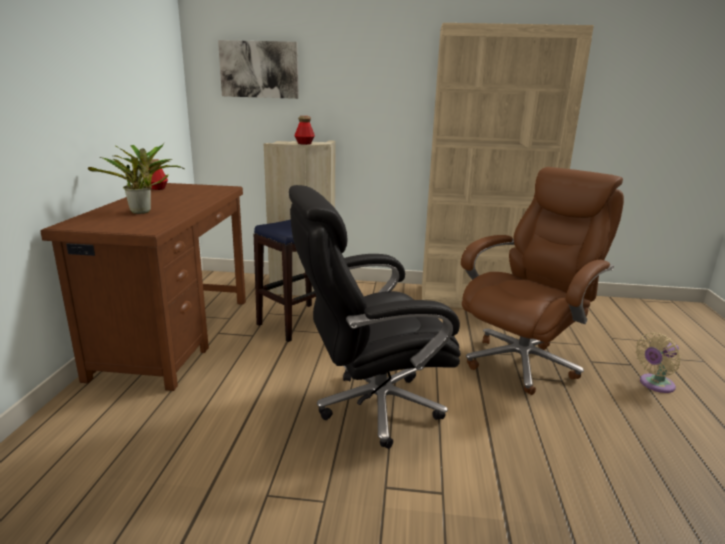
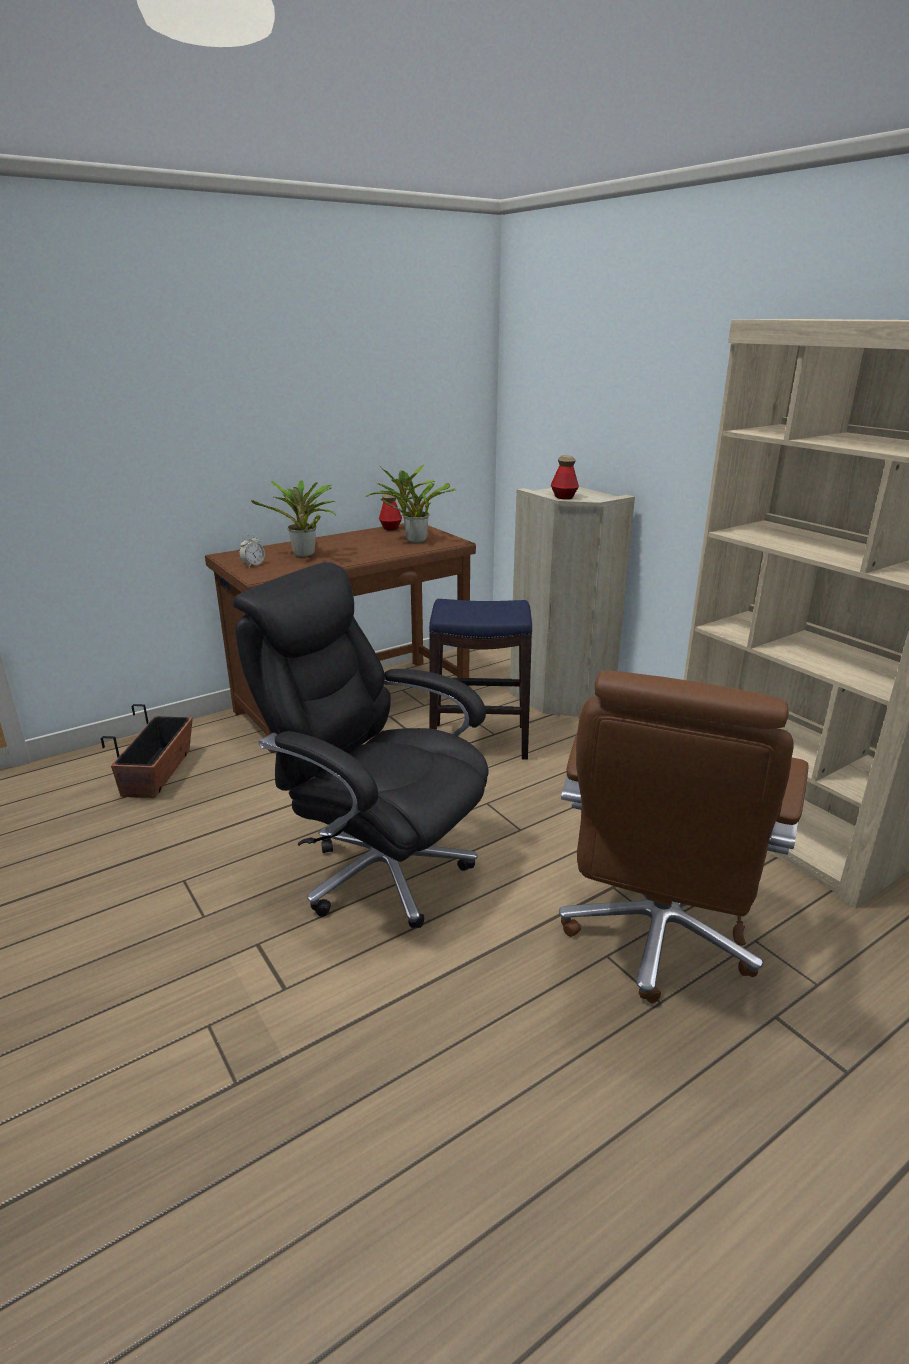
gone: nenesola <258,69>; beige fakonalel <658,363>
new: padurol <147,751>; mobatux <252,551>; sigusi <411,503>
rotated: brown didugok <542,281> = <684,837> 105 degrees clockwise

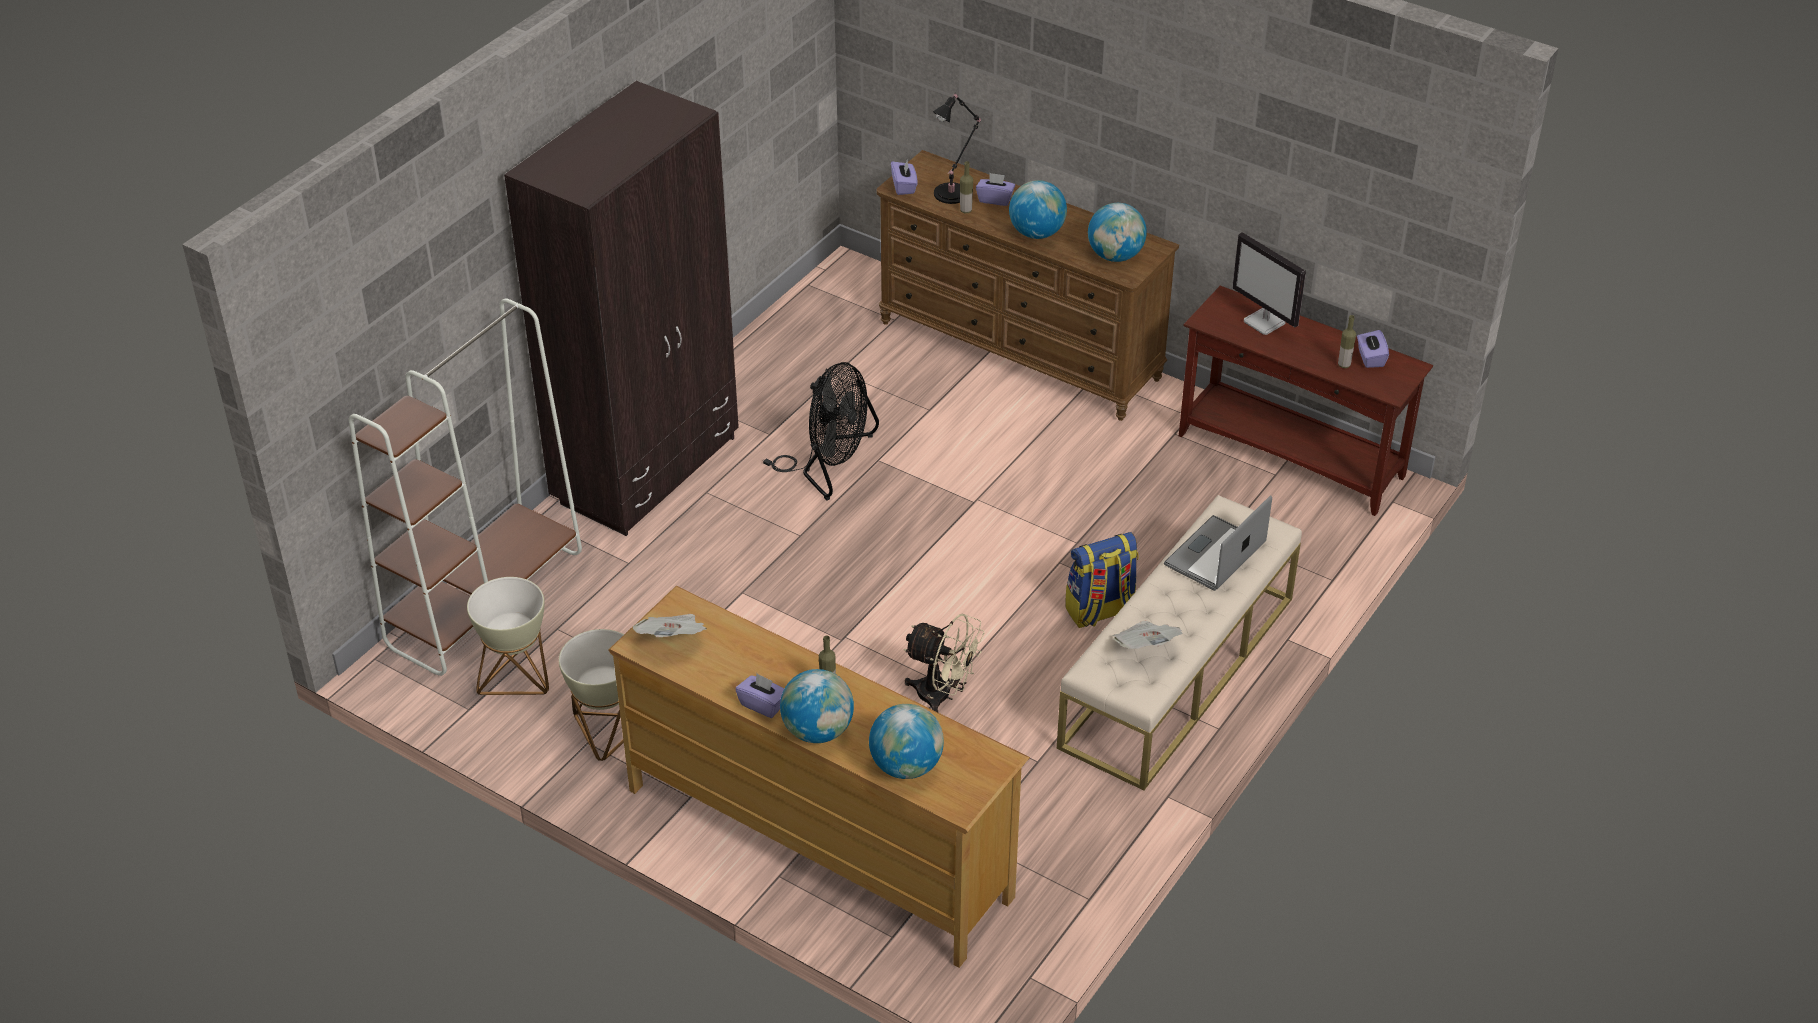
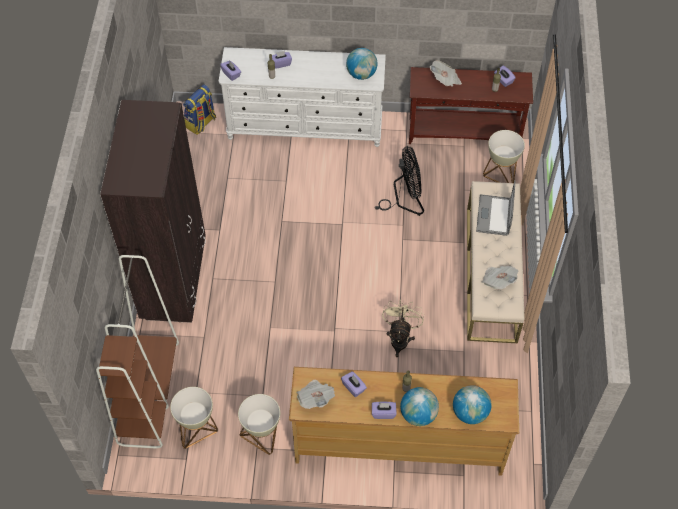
gone: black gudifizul <957,148>; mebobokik <1038,209>
new: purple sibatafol <354,384>; padurol <504,156>
shifted: black fakonalel <821,431> to <399,181>; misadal <1102,580> to <199,110>
swapped: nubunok <1269,283> to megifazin <445,73>
repainted: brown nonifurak <1028,285> to white nonifurak <302,97>
rotated: beige fakonalel <944,663> = <403,328> 75 degrees counterclockwise

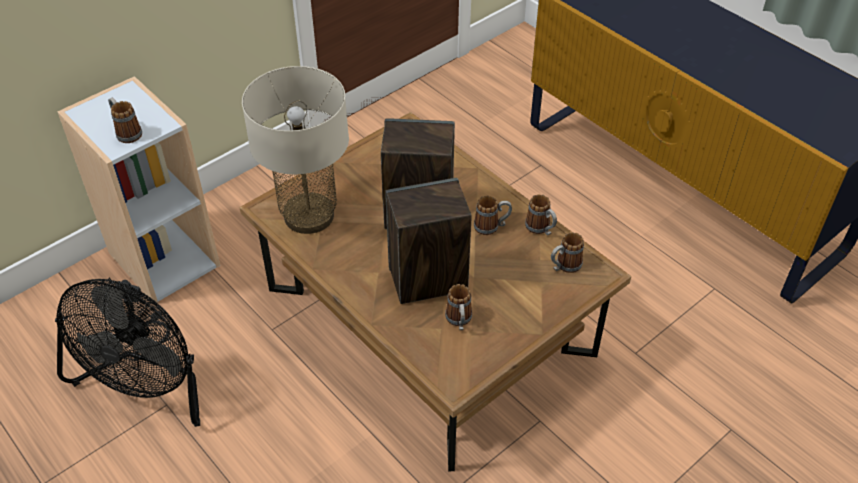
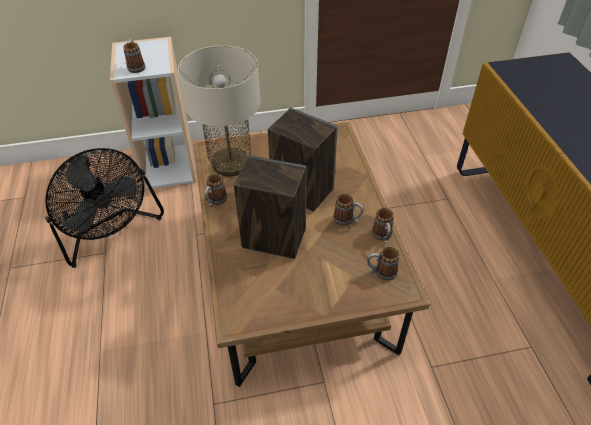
shifted: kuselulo <458,307> to <215,190>
rotated: black fakonalel <127,352> = <104,208> 90 degrees counterclockwise

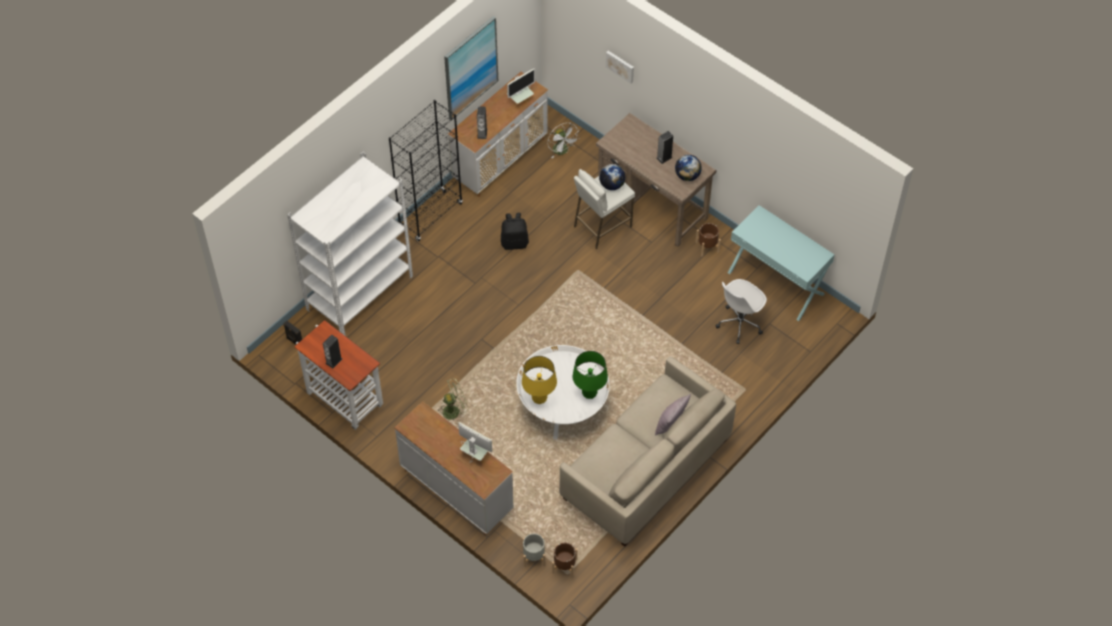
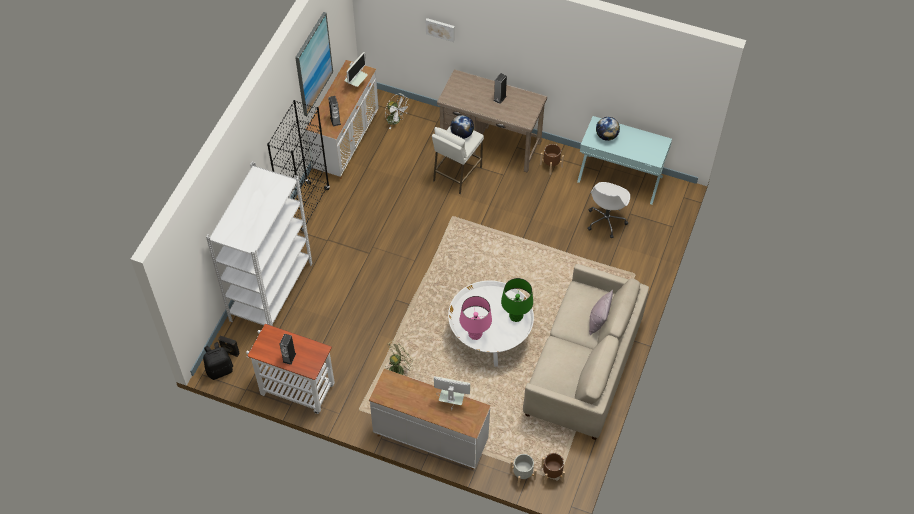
shifted: black misadal <515,231> to <218,361>; mebobokik <688,168> to <608,129>
repainted: yellow gudifizul <539,380> to pink gudifizul <476,318>

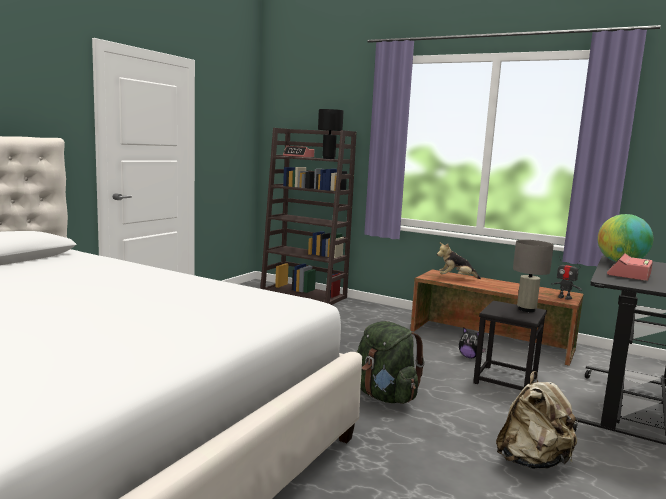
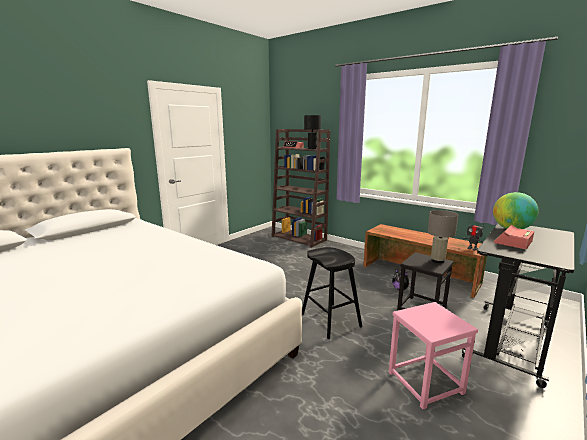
gone: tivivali <459,260>
swapped: green misadal <390,362> to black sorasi <332,293>; beige misadal <537,420> to pink sorasi <433,355>

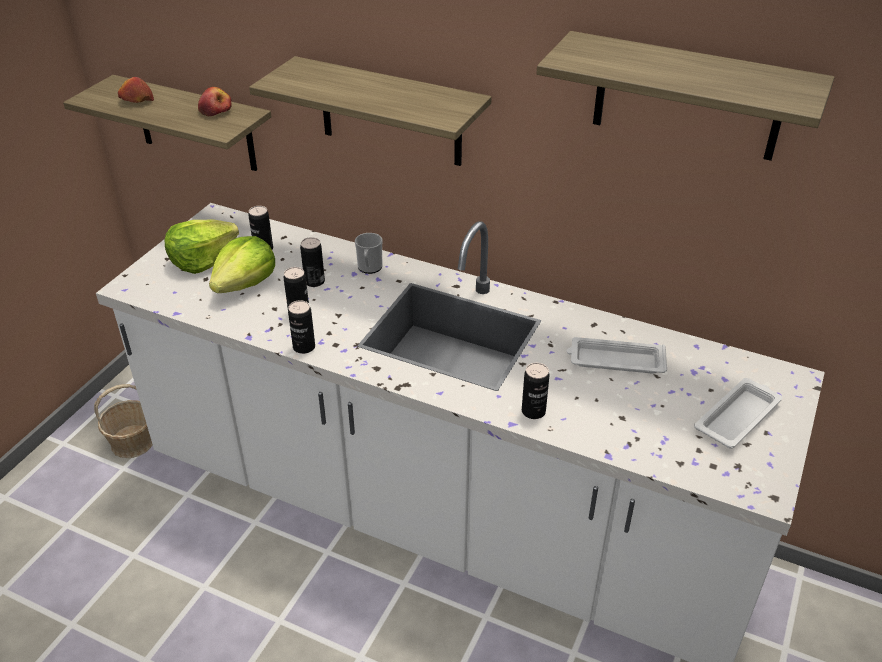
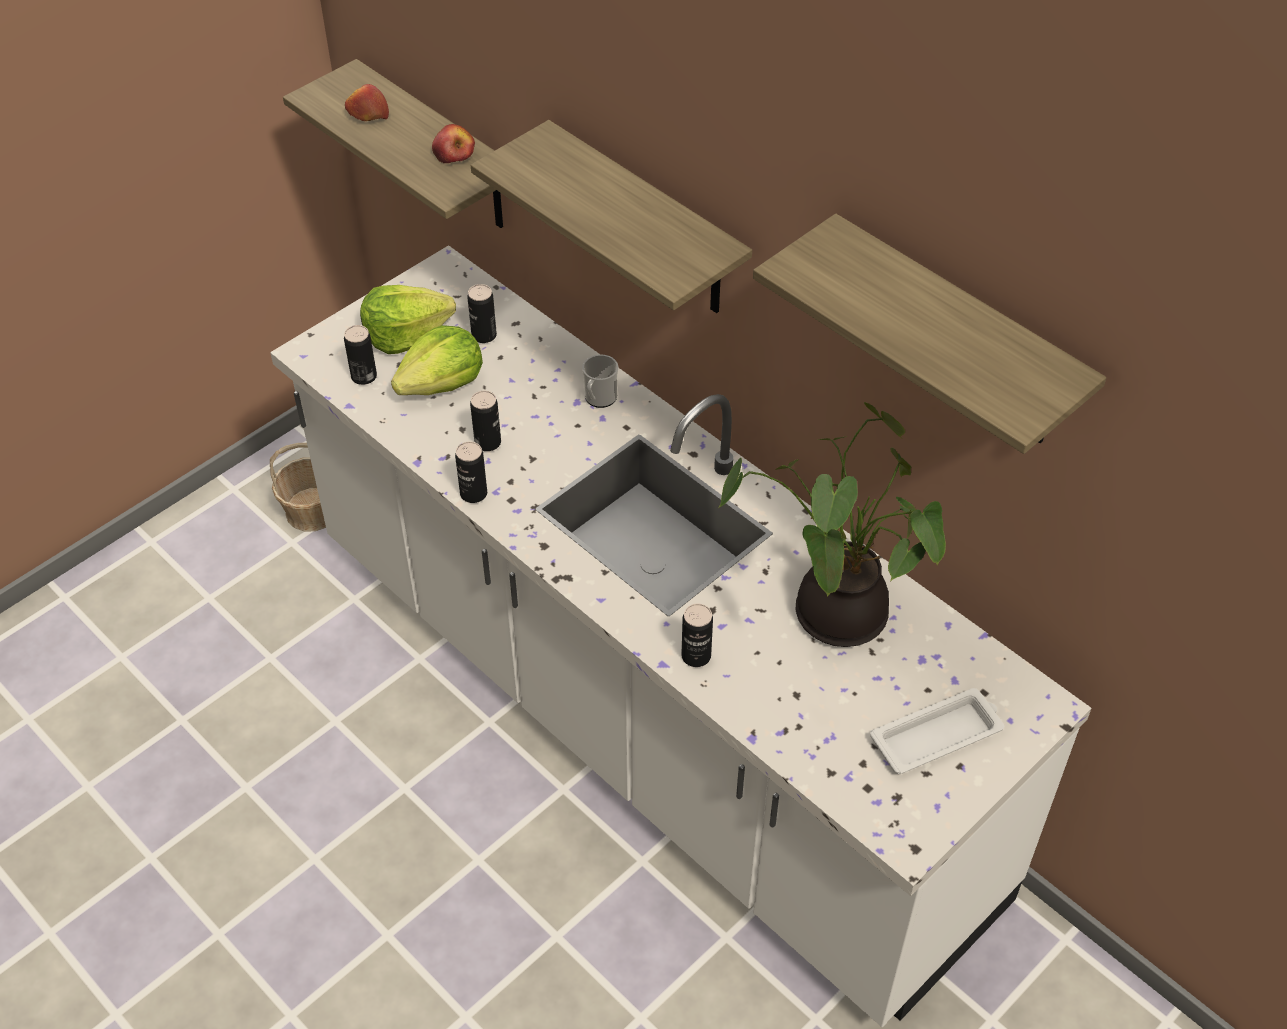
shifted: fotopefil <312,262> to <360,355>
swapped: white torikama <617,355> to sigusi <832,524>

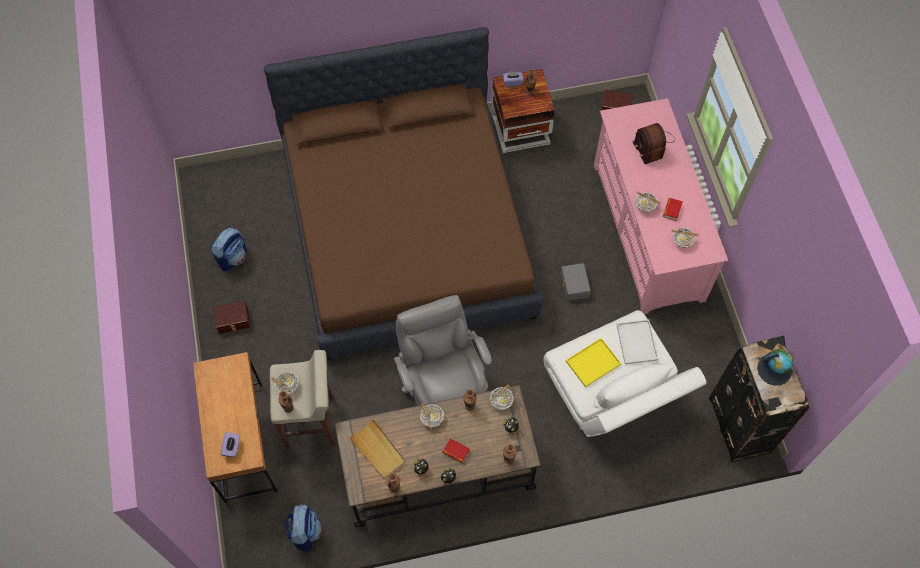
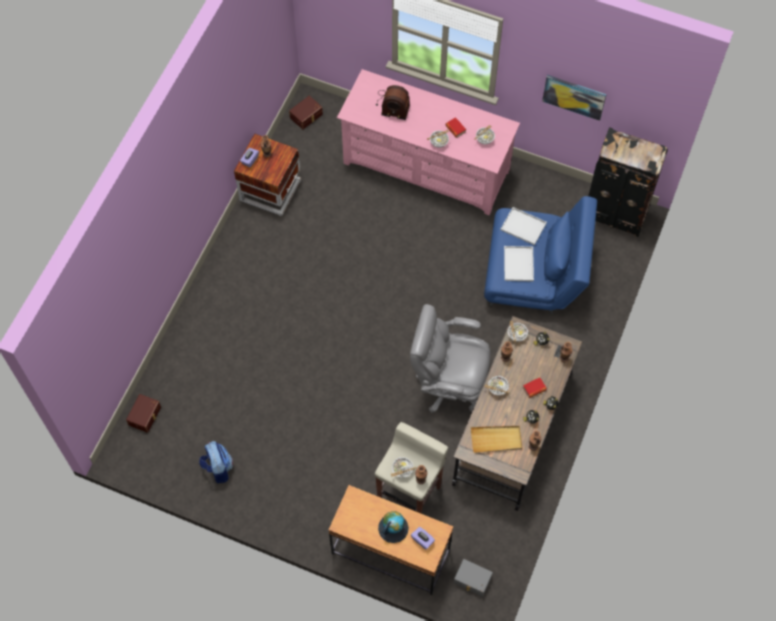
gone: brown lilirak <403,193>; misadal <303,527>
new: nenesola <574,98>
shifted: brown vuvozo <232,317> to <143,413>; grey vuvozo <576,282> to <473,578>; mebobokik <775,367> to <393,527>
repainted: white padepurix <625,373> to blue padepurix <540,255>; yellow torikama <593,362> to white torikama <519,264>

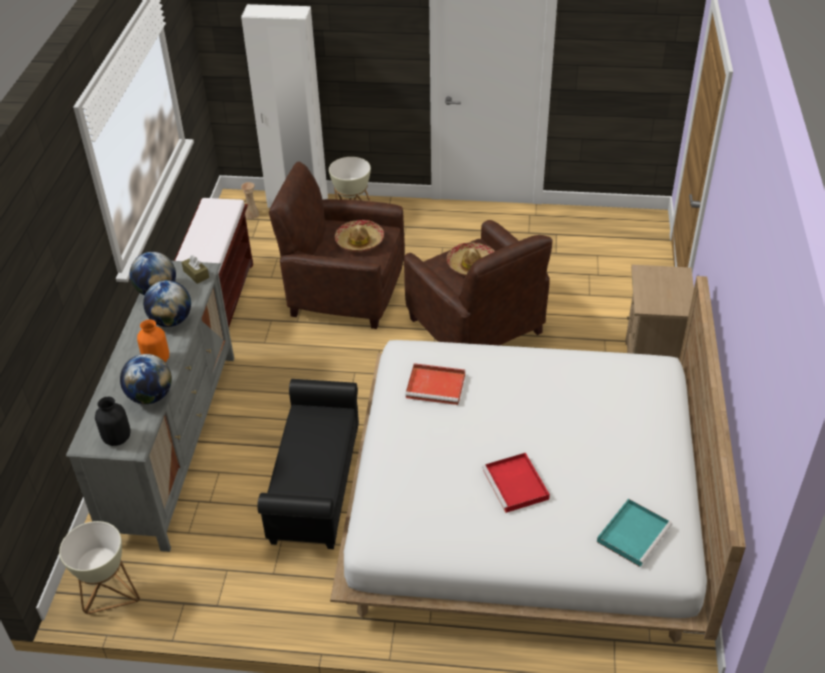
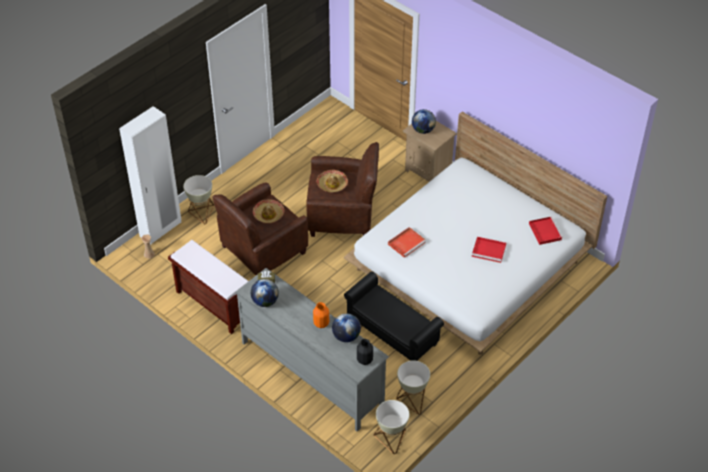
new: padurol <413,387>
shifted: mebobokik <167,303> to <424,121>
repainted: turquoise torikama <634,533> to red torikama <546,231>

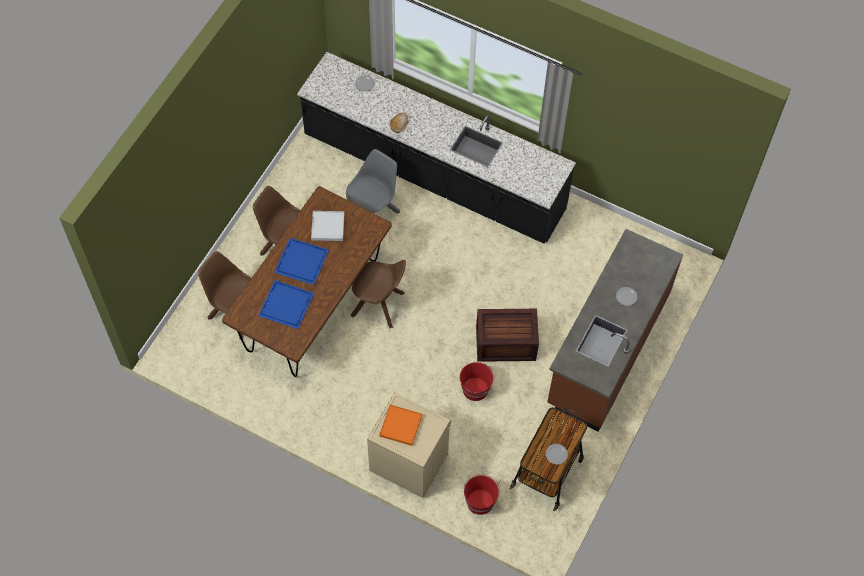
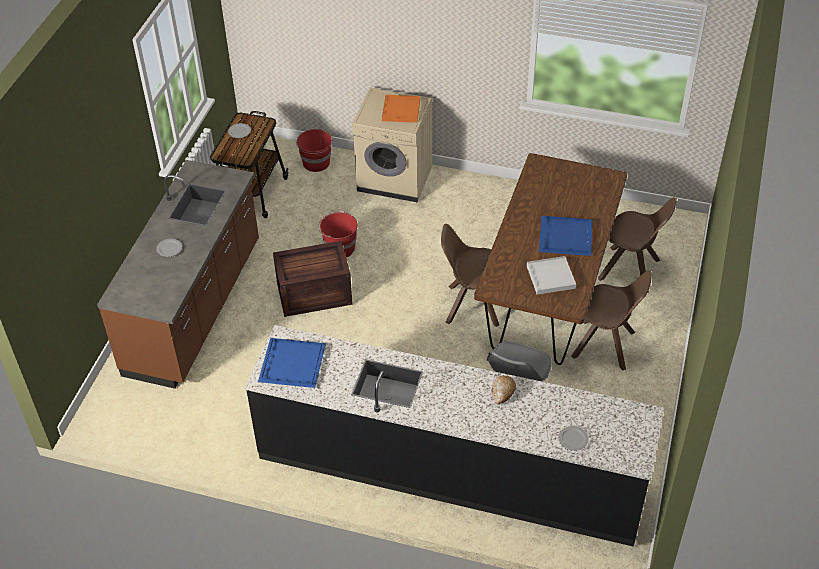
shifted: blue torikama <286,304> to <292,363>

